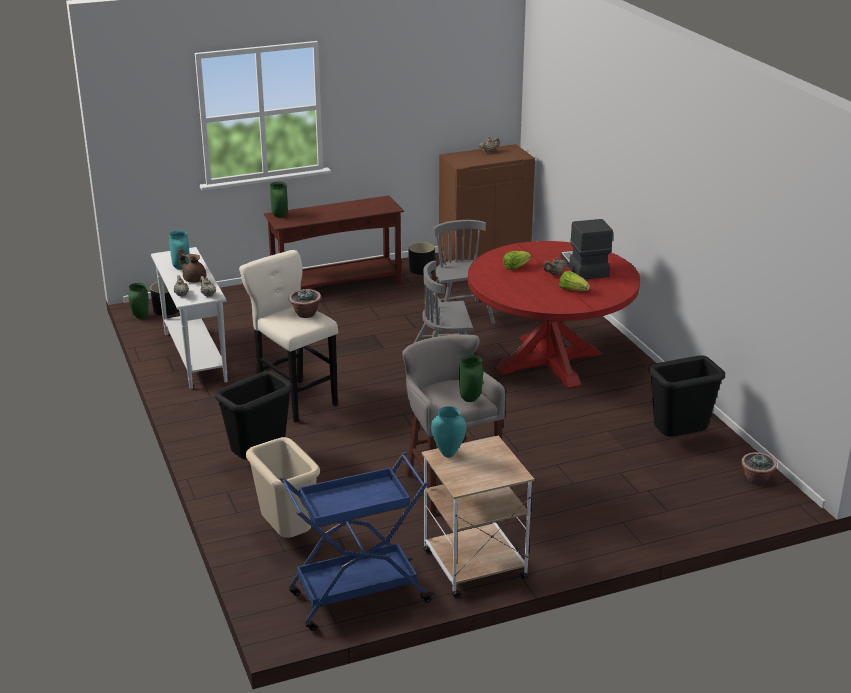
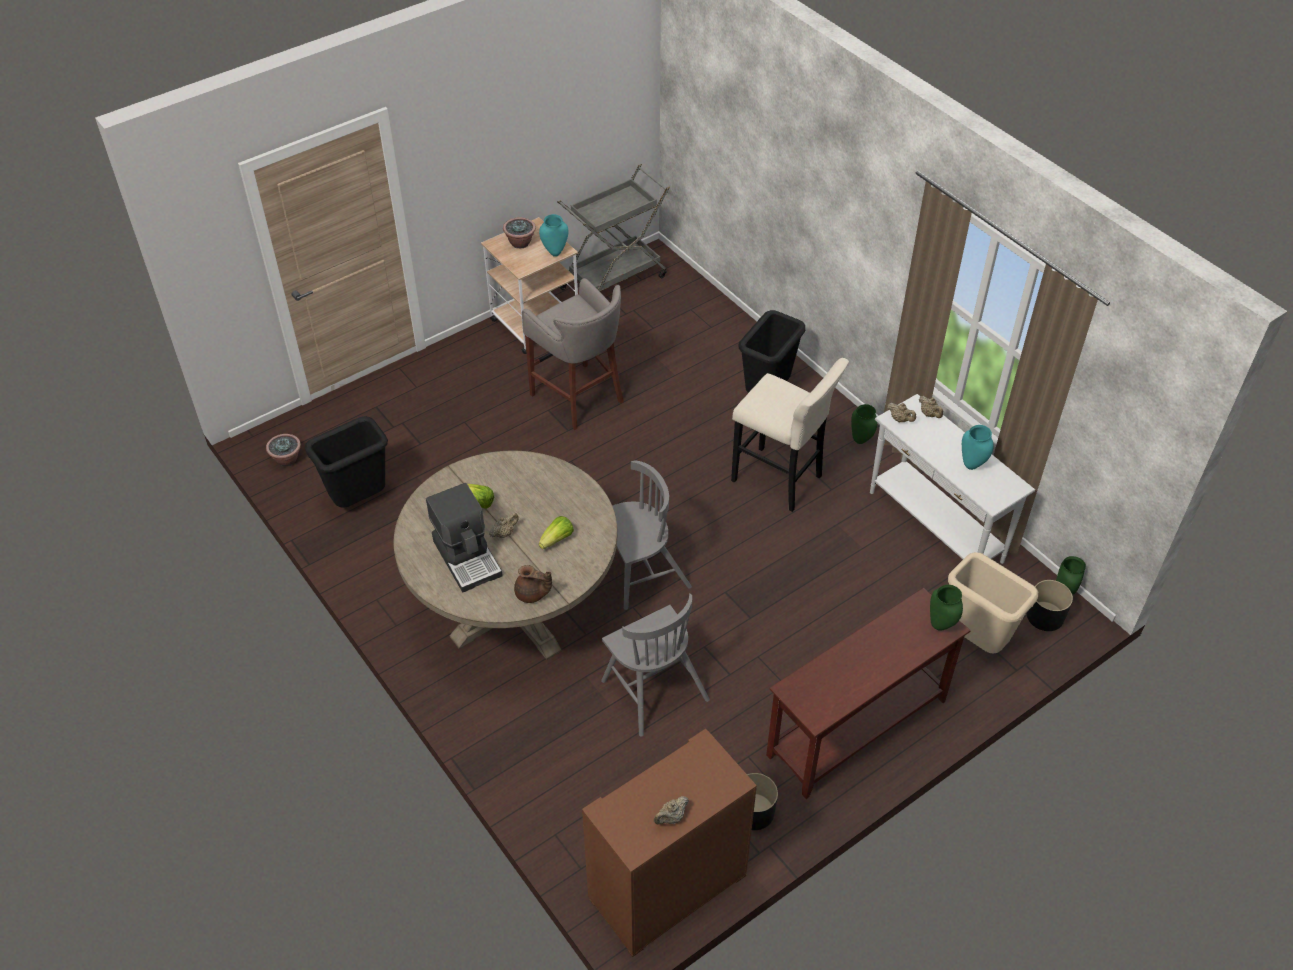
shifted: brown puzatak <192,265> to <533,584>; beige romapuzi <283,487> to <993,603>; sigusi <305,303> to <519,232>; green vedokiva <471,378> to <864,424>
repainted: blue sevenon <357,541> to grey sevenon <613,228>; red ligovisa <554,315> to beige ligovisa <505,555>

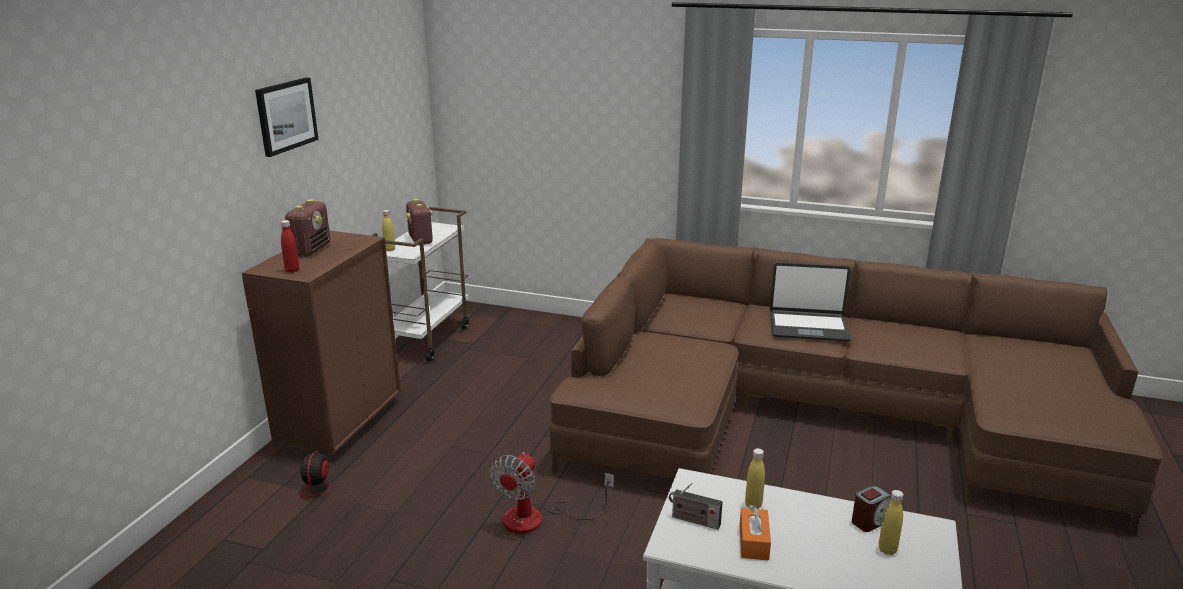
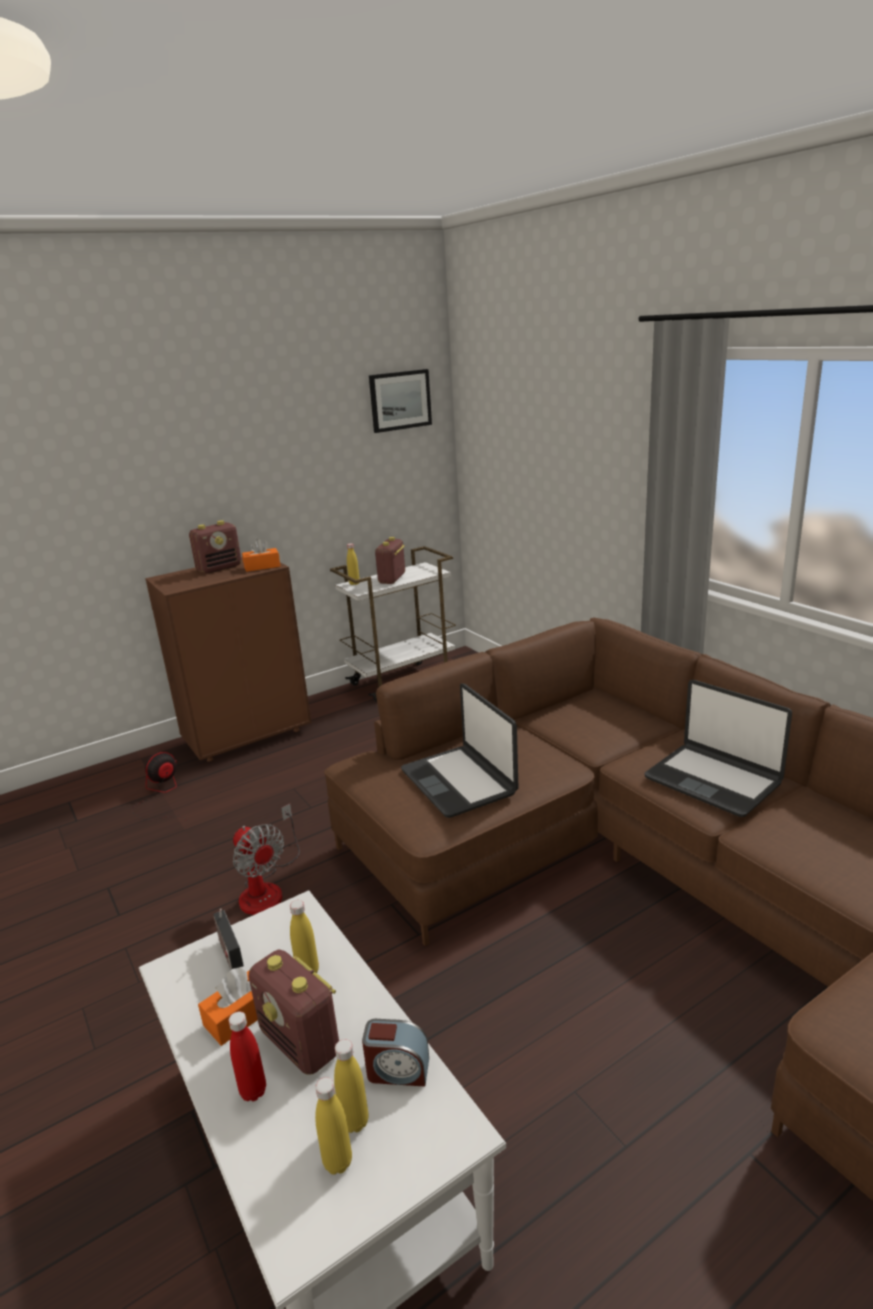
new: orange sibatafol <261,555>; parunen <294,1012>; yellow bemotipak <333,1125>; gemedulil <460,751>
shifted: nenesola <287,117> to <400,401>; red bemotipak <290,246> to <247,1056>
rotated: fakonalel <552,493> = <266,859> 105 degrees counterclockwise

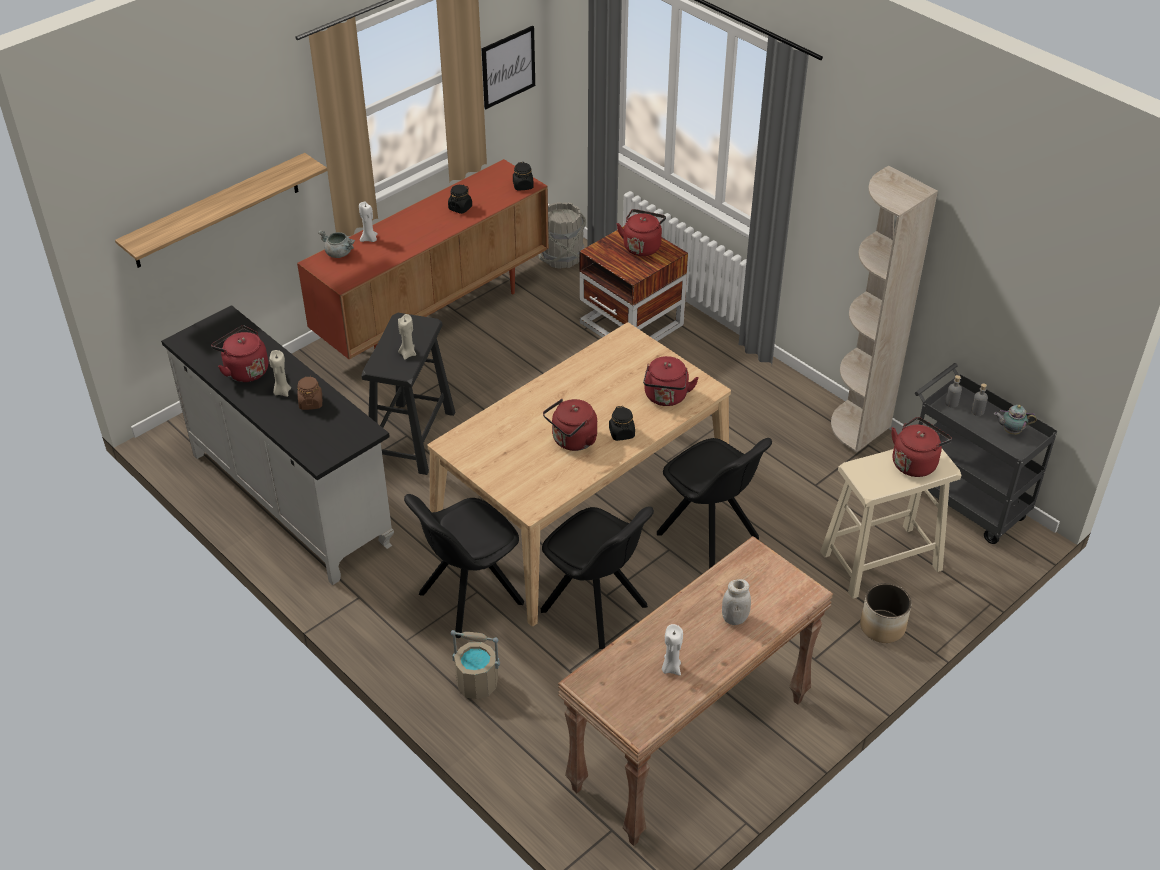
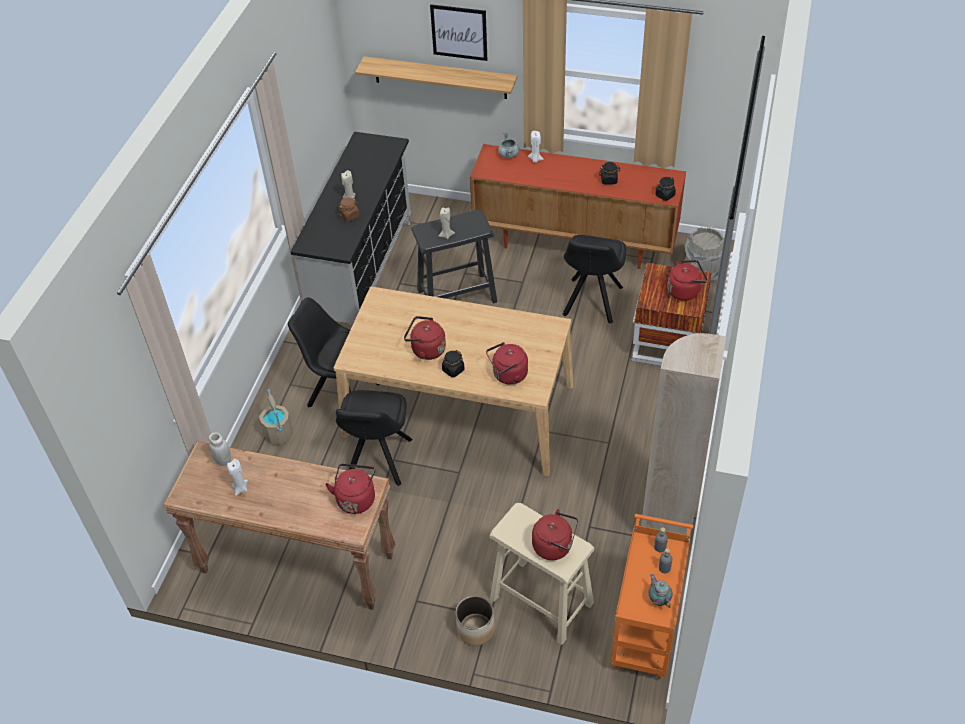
shifted: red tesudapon <239,354> to <350,489>; nenesola <508,67> to <458,32>; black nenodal <714,503> to <594,279>; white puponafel <736,602> to <219,449>
repainted: grey sevenon <986,453> to orange sevenon <652,596>

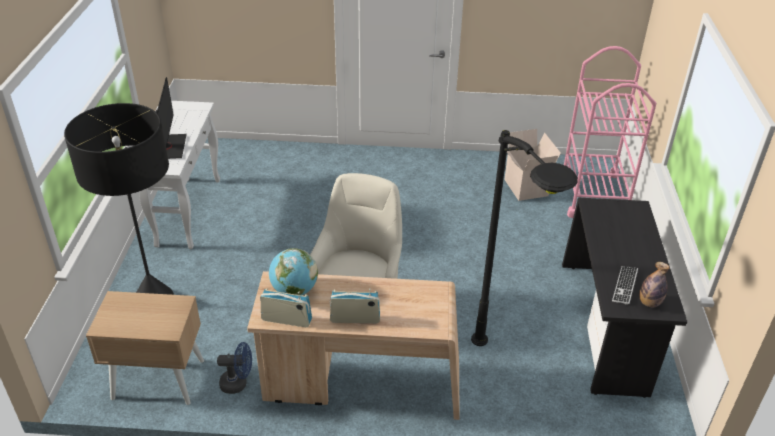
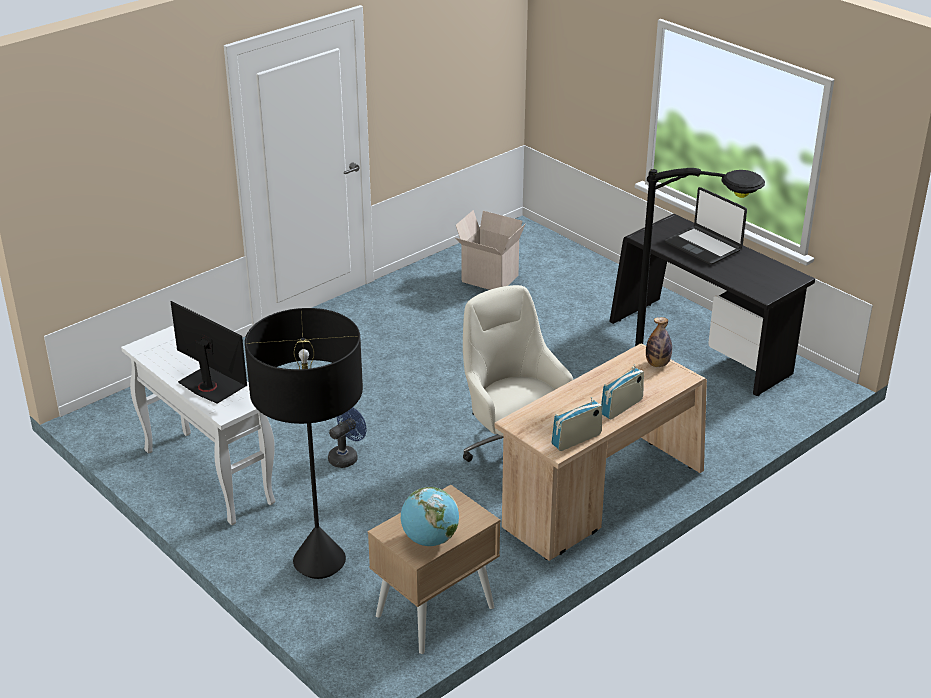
gone: pink sevenon <610,132>; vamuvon <625,285>
new: gemedulil <706,226>
shifted: blue fakonalel <234,368> to <347,437>; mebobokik <293,271> to <430,516>; bemotipak <654,284> to <659,342>

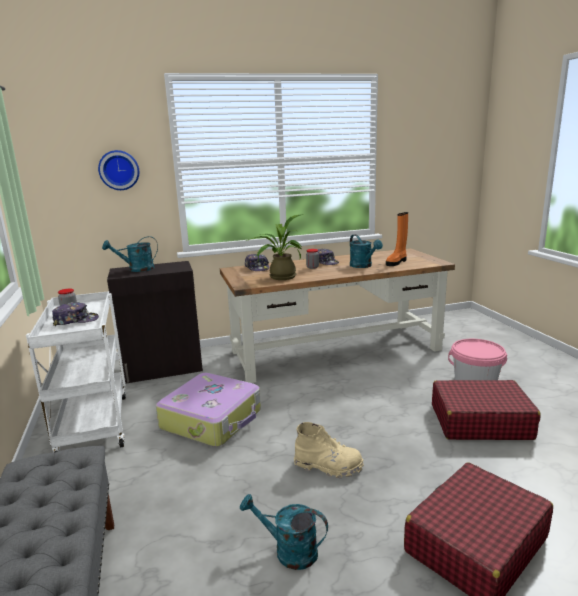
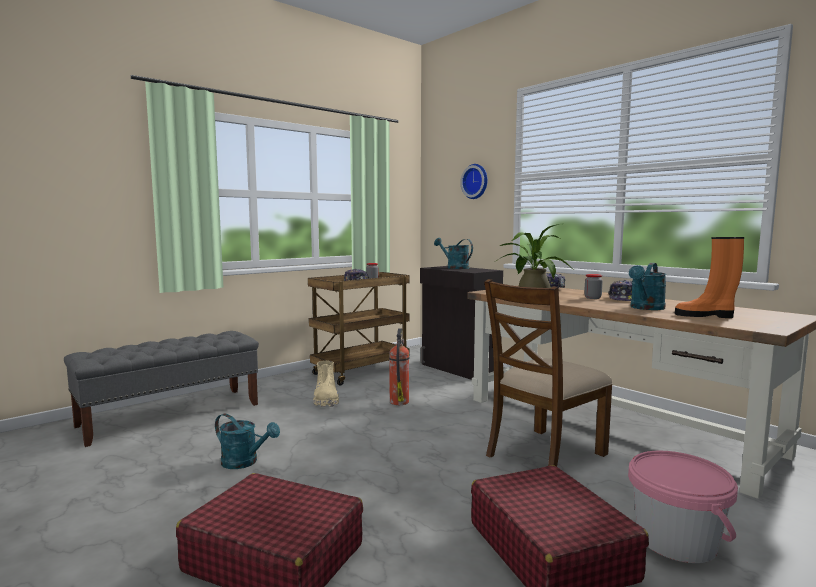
new: brown nenodal <548,373>
shifted: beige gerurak <329,450> to <326,384>
swapped: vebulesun <208,410> to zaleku <399,366>
repainted: white sevenon <76,371> to brown sevenon <359,329>
rotated: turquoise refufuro <284,532> = <247,441> 120 degrees clockwise

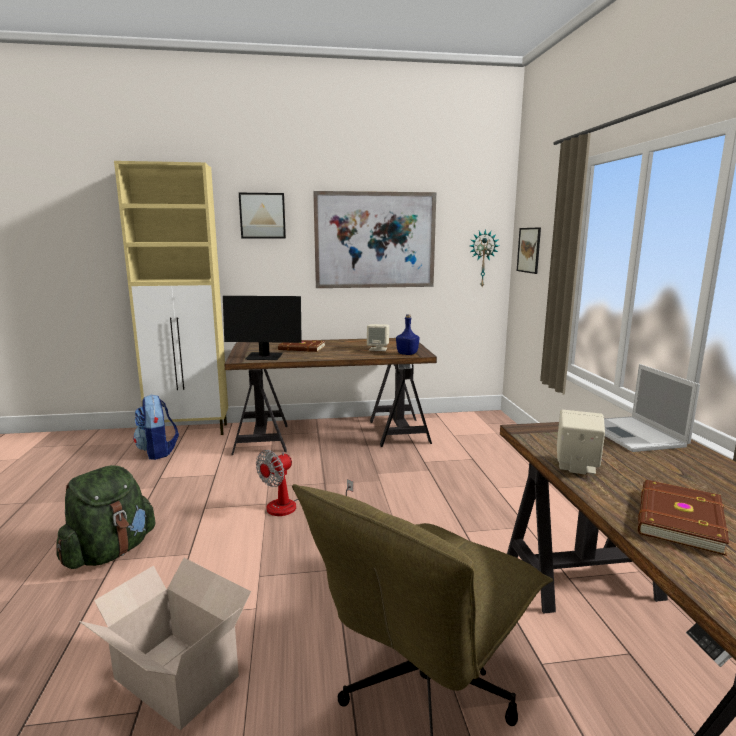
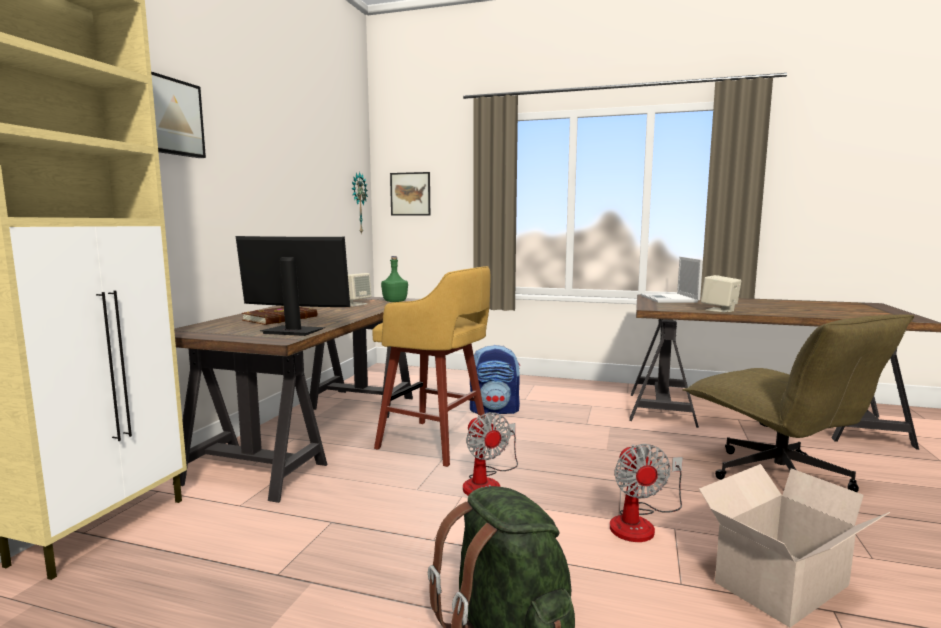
gone: nenesola <374,239>; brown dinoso <683,518>
new: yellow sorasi <431,366>; fakonalel <646,493>
shifted: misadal <156,427> to <495,379>
repainted: blue bemotipak <407,334> to green bemotipak <394,279>
rotated: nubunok <262,328> = <293,286> 105 degrees counterclockwise; gemedulil <652,408> = <672,280> 75 degrees clockwise

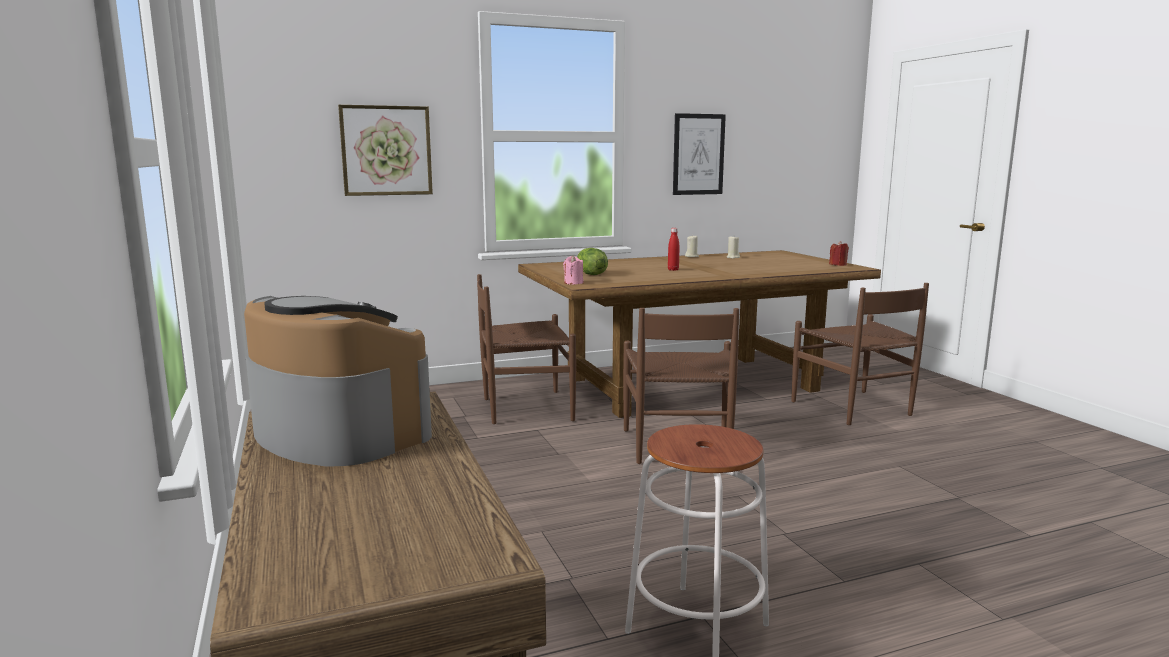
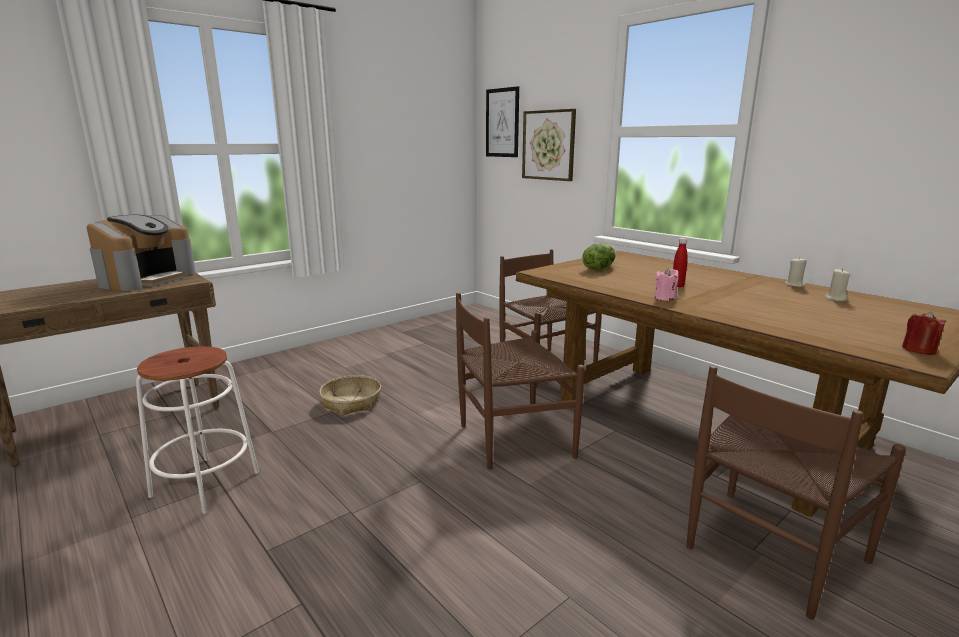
new: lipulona <350,395>
shifted: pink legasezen <573,270> to <666,284>; nenesola <699,154> to <502,121>

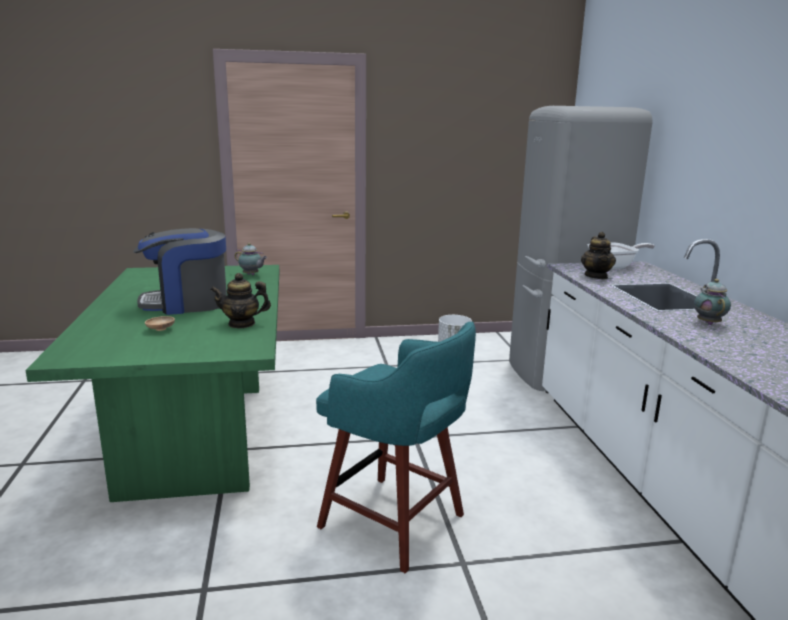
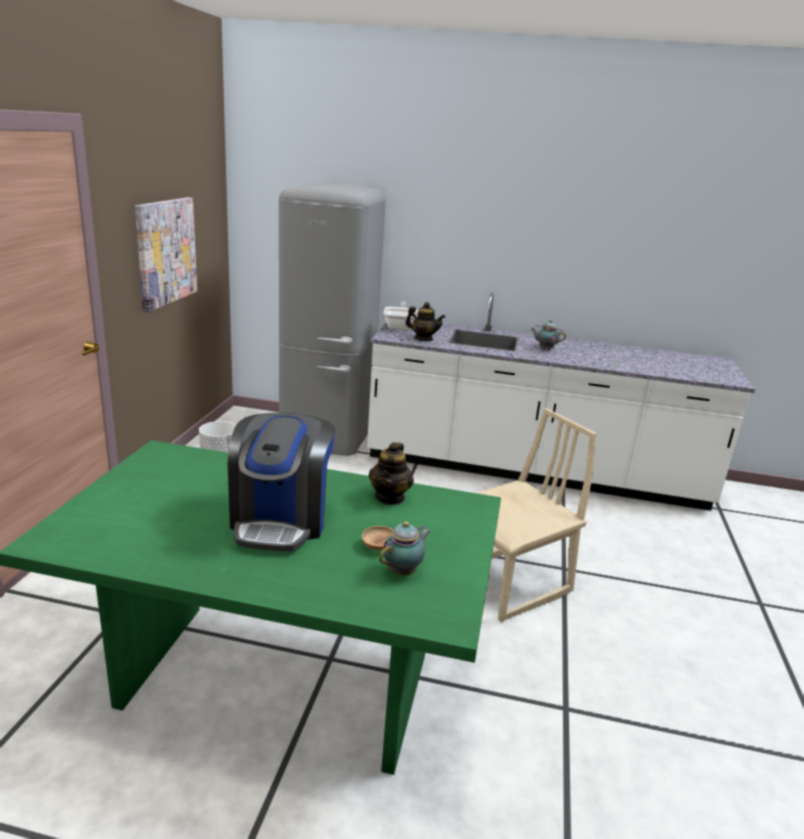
new: nenesola <166,254>
shifted: puzatak <251,259> to <404,548>
swapped: turquoise sorasi <396,447> to beige nenodal <536,515>

